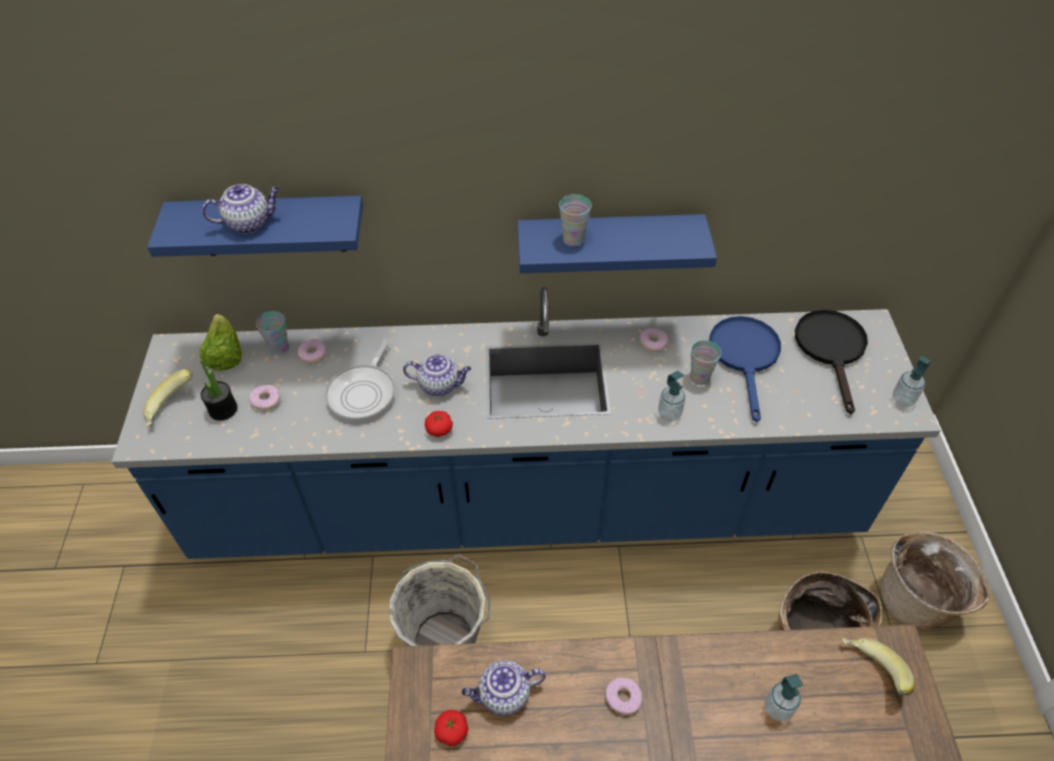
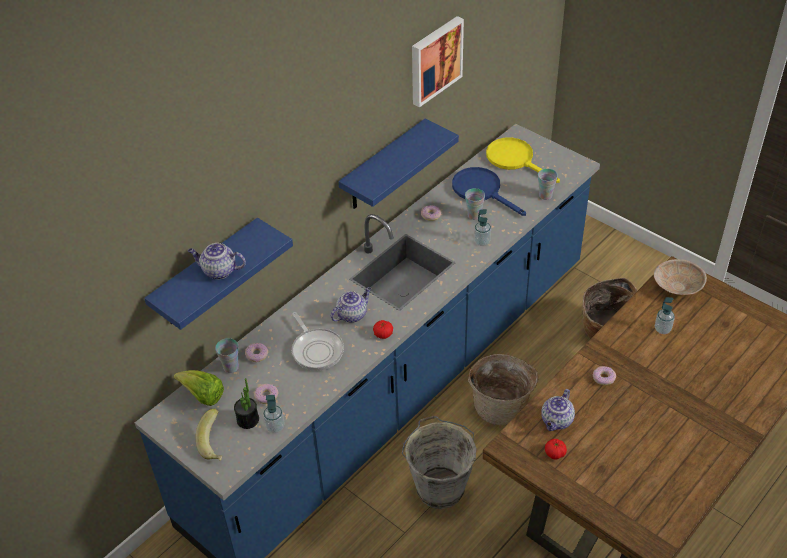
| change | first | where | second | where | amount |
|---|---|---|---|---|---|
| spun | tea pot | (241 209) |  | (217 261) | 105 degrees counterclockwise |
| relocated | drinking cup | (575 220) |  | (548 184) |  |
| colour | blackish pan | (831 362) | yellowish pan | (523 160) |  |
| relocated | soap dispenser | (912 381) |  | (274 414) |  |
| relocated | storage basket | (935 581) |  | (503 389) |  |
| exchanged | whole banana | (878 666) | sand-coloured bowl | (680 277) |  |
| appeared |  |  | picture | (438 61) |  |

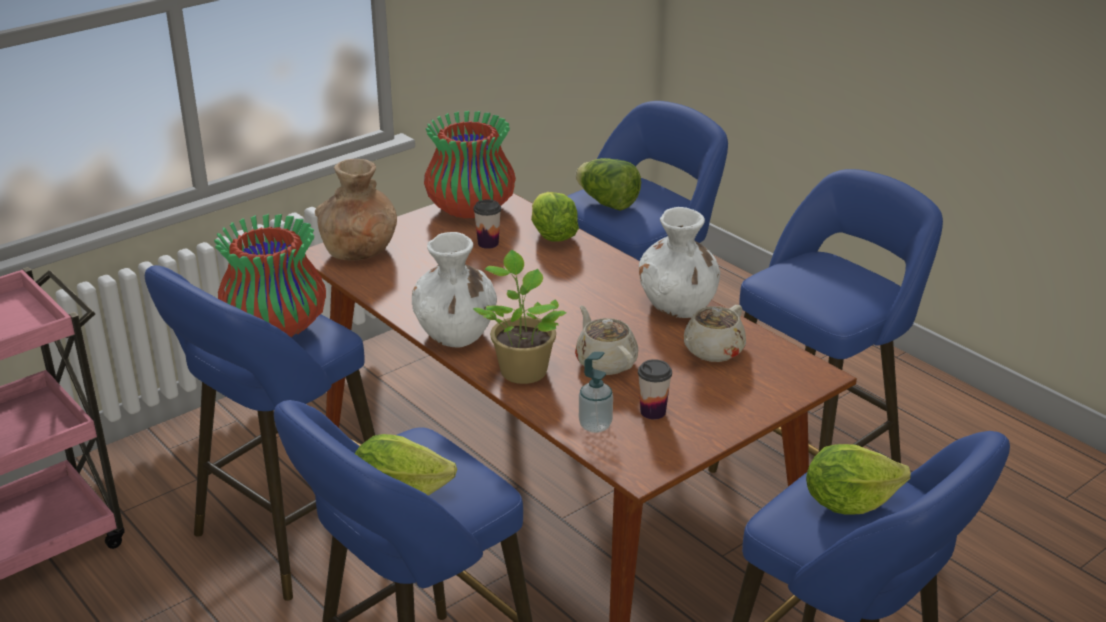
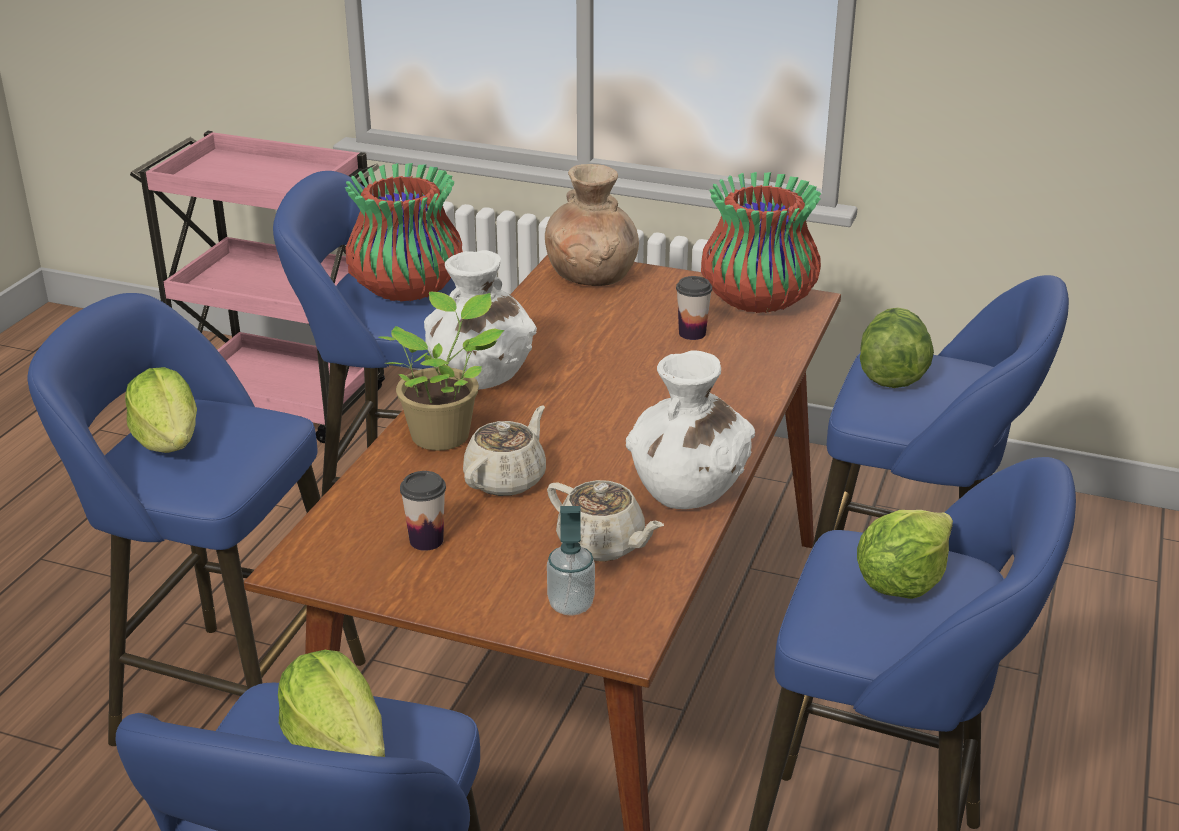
| change | first | where | second | where | amount |
|---|---|---|---|---|---|
| relocated | lettuce head | (555 217) |  | (905 554) |  |
| spun | sand-coloured tea pot | (715 333) |  | (605 521) | 150 degrees counterclockwise |
| relocated | soap dispenser | (596 392) |  | (571 561) |  |

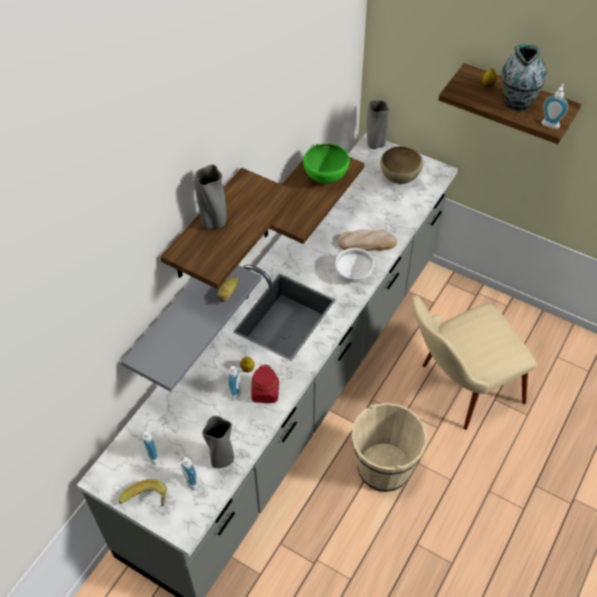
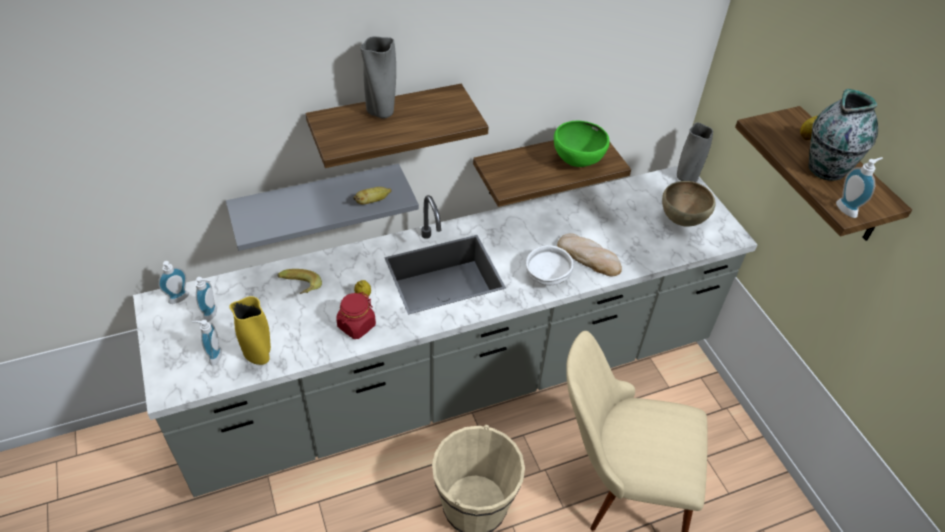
| change | first | where | second | where | amount |
|---|---|---|---|---|---|
| relocated | soap dispenser | (235 383) |  | (173 282) |  |
| colour | grey flower vase | (218 442) | yellowish flower vase | (250 330) |  |
| relocated | whole banana | (142 493) |  | (300 281) |  |

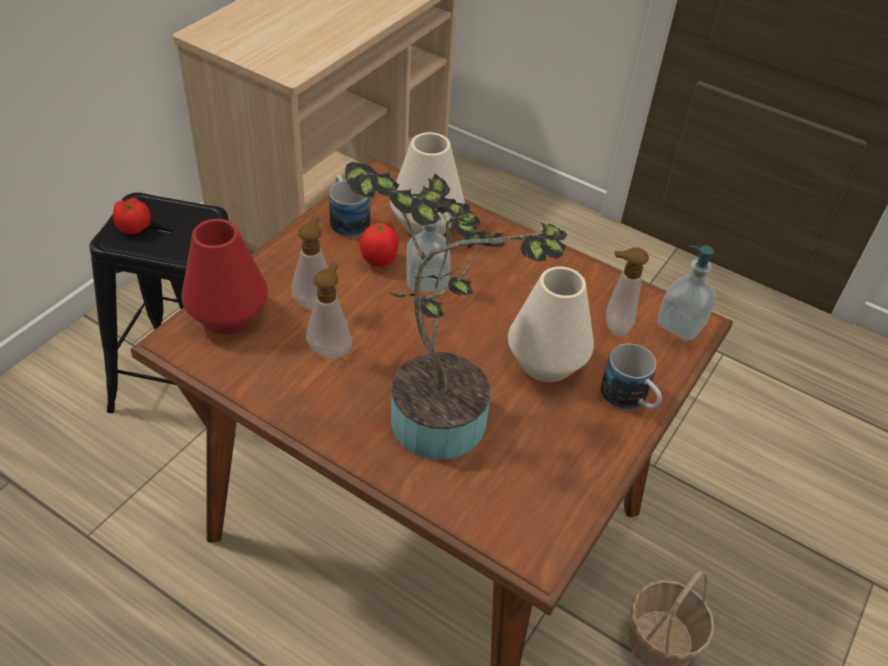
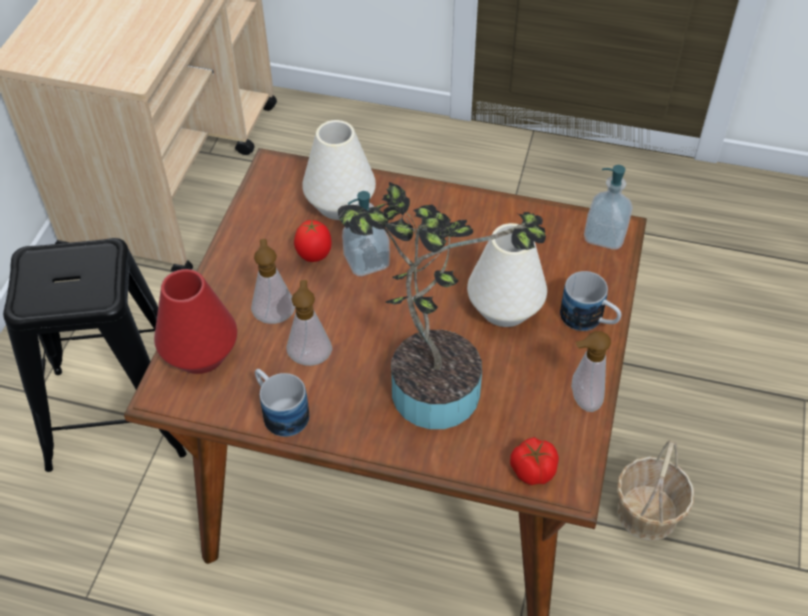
| change | first | where | second | where | amount |
|---|---|---|---|---|---|
| relocated | mug | (349 206) |  | (282 403) |  |
| relocated | tomato | (132 216) |  | (534 461) |  |
| relocated | soap dispenser | (627 291) |  | (591 371) |  |

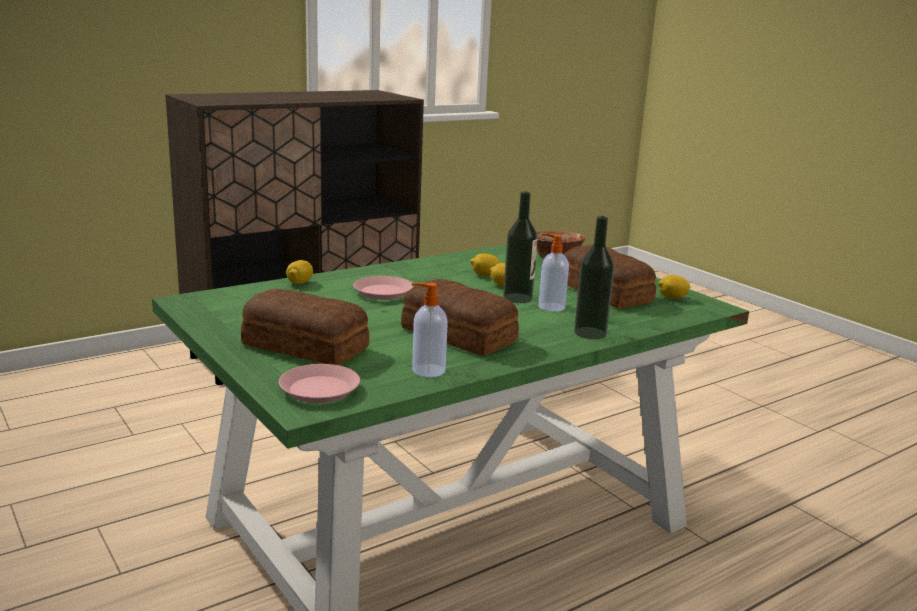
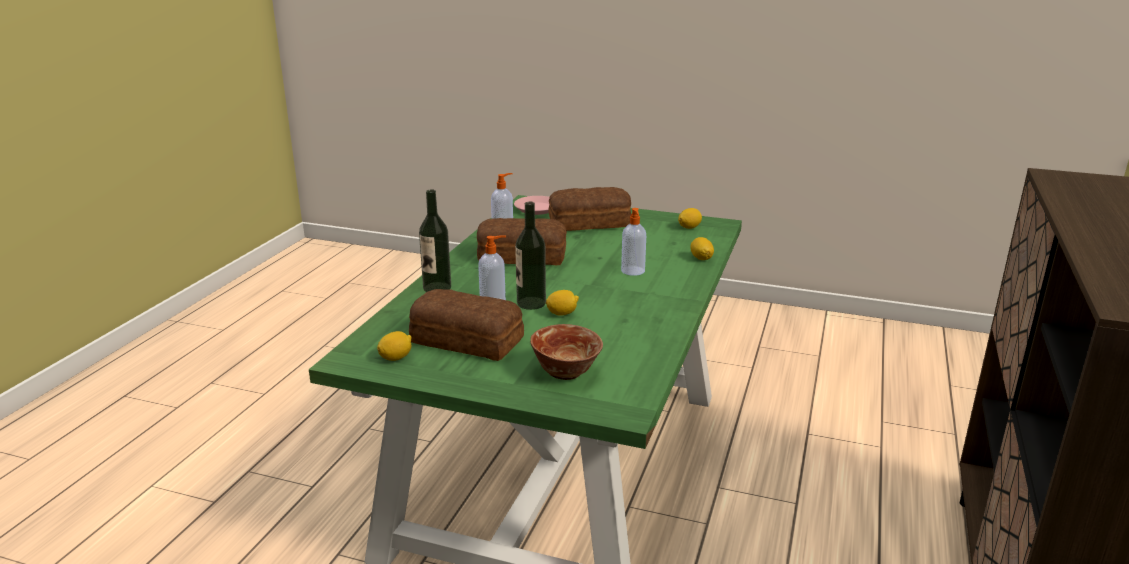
| change | first | where | second | where | amount |
|---|---|---|---|---|---|
| relocated | citrus fruit | (485 264) |  | (690 218) |  |
| exchanged | pink plate | (383 288) | soap dispenser | (633 242) |  |

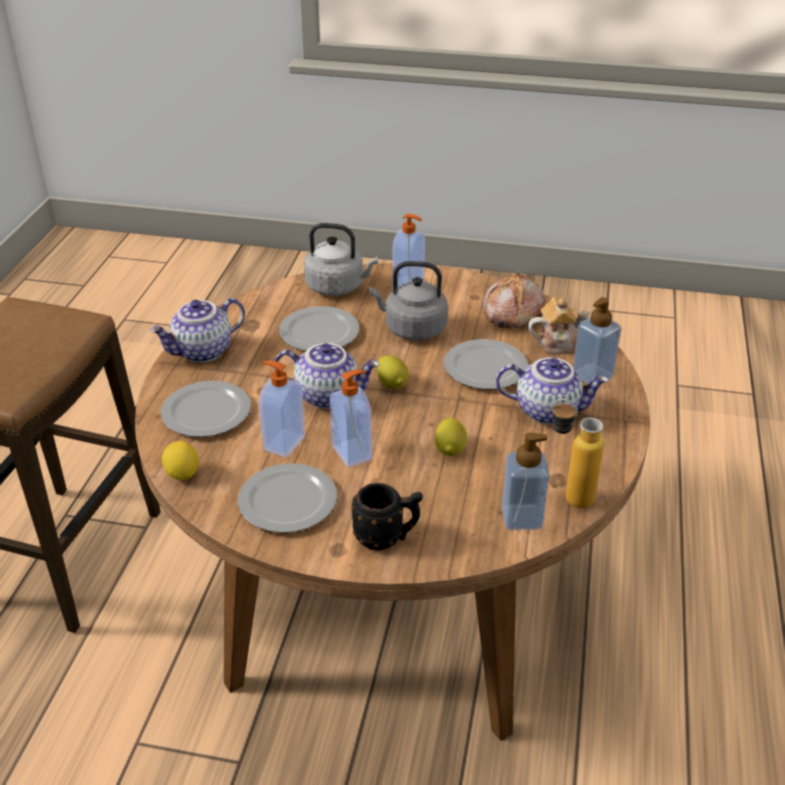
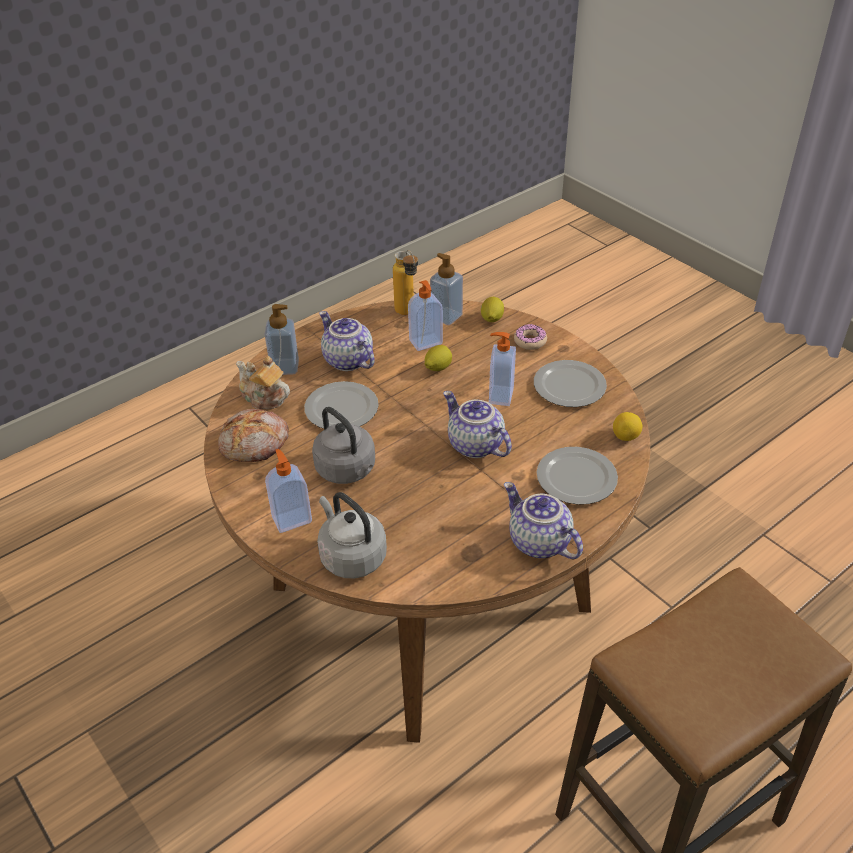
| change | first | where | second | where | amount |
|---|---|---|---|---|---|
| spun | tea pot | (197 330) |  | (543 520) | 135 degrees counterclockwise |
| missing | plate | (319 328) |  |  |  |
| relocated | citrus fruit | (393 372) |  | (492 309) |  |
| relocated | soap dispenser | (282 409) |  | (425 315) |  |
| exchanged | blackish mug | (387 516) | ring doughnut | (530 337) |  |

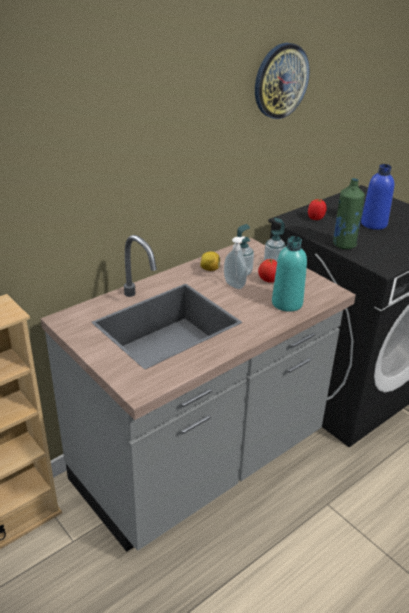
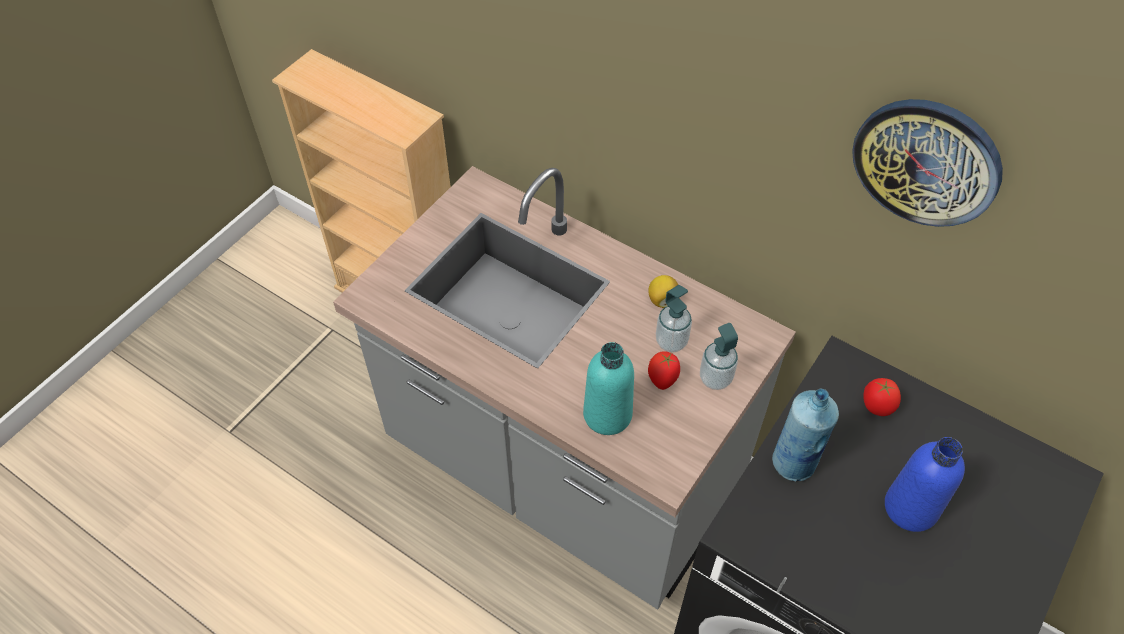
| change | first | where | second | where | amount |
|---|---|---|---|---|---|
| colour | greenish beverage bottle | (349 213) | bluish beverage bottle | (805 435) |  |
| missing | soap dispenser | (235 262) |  |  |  |

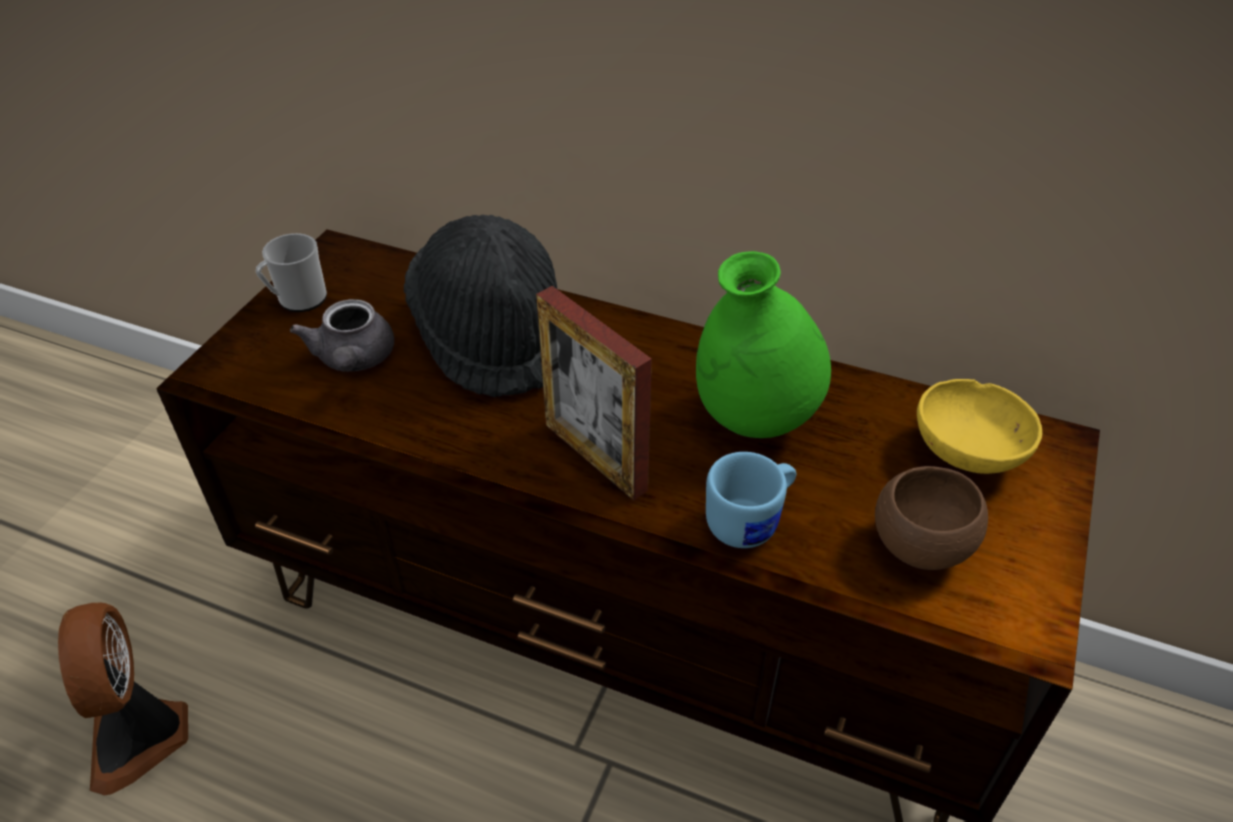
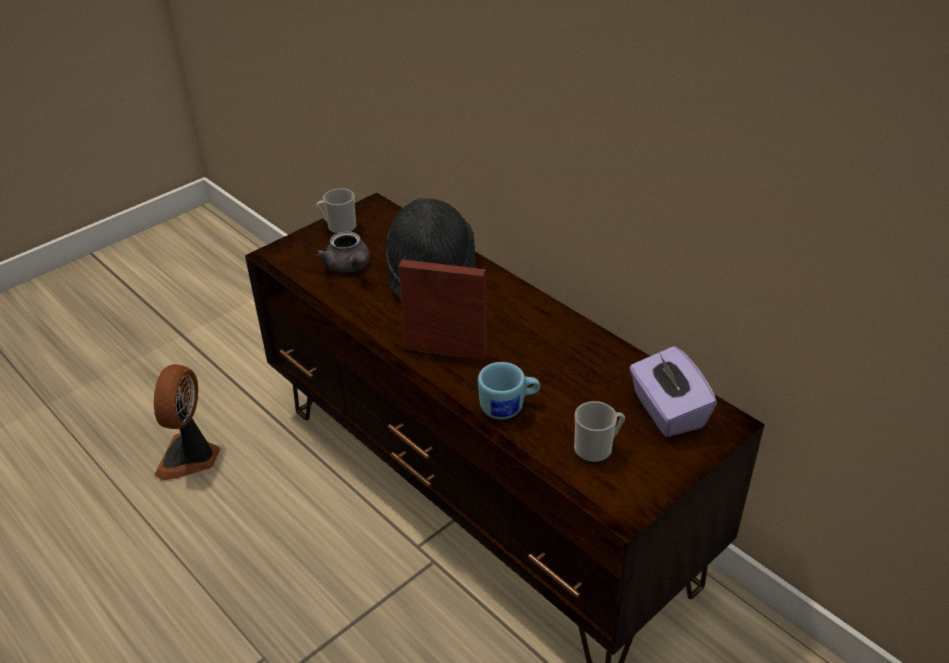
| change | first | where | second | where | amount |
|---|---|---|---|---|---|
| missing | greenish flower vase | (763 344) |  |  |  |
| spun | photo frame | (594 393) |  | (442 309) | 120 degrees clockwise |
| spun | grey tea pot | (342 335) |  | (343 252) | 45 degrees counterclockwise |
| exchanged | yellowish bowl | (979 426) | purplish tissue box | (673 391) |  |
| exchanged | brownish bowl | (931 518) | mug | (599 432) |  |

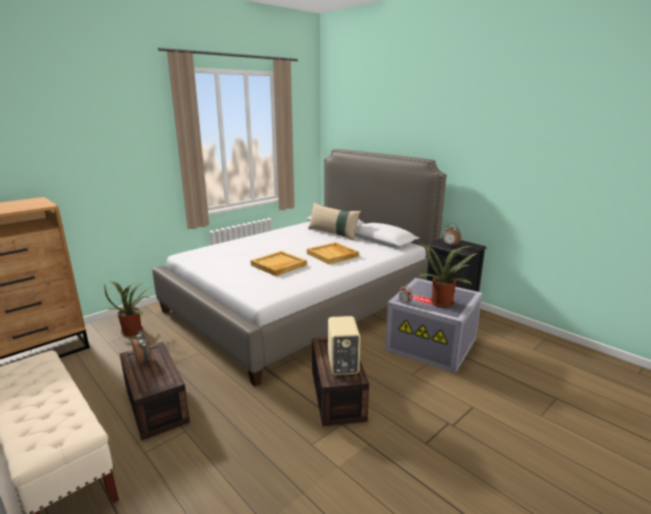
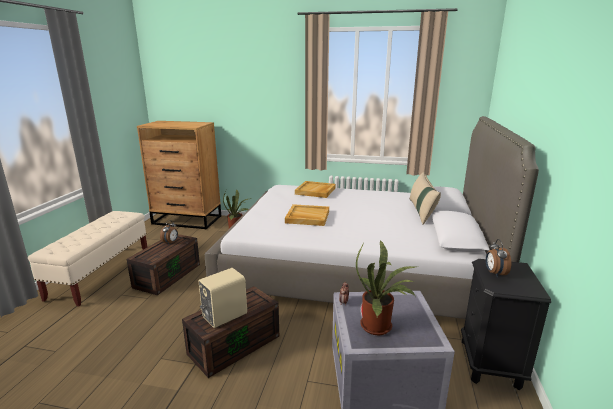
| change | first | where | second | where | amount |
|---|---|---|---|---|---|
| relocated | sand-coloured serving tray | (333 253) |  | (315 189) |  |

